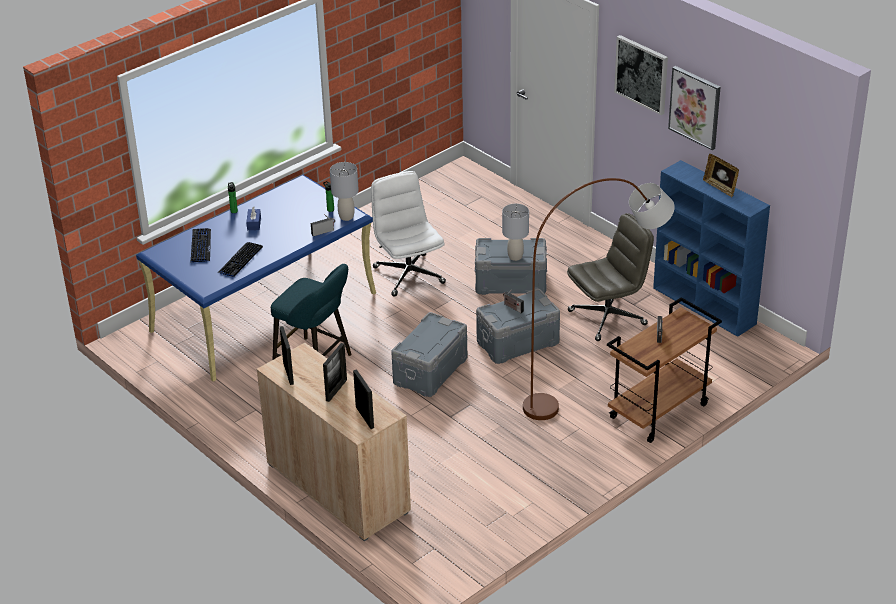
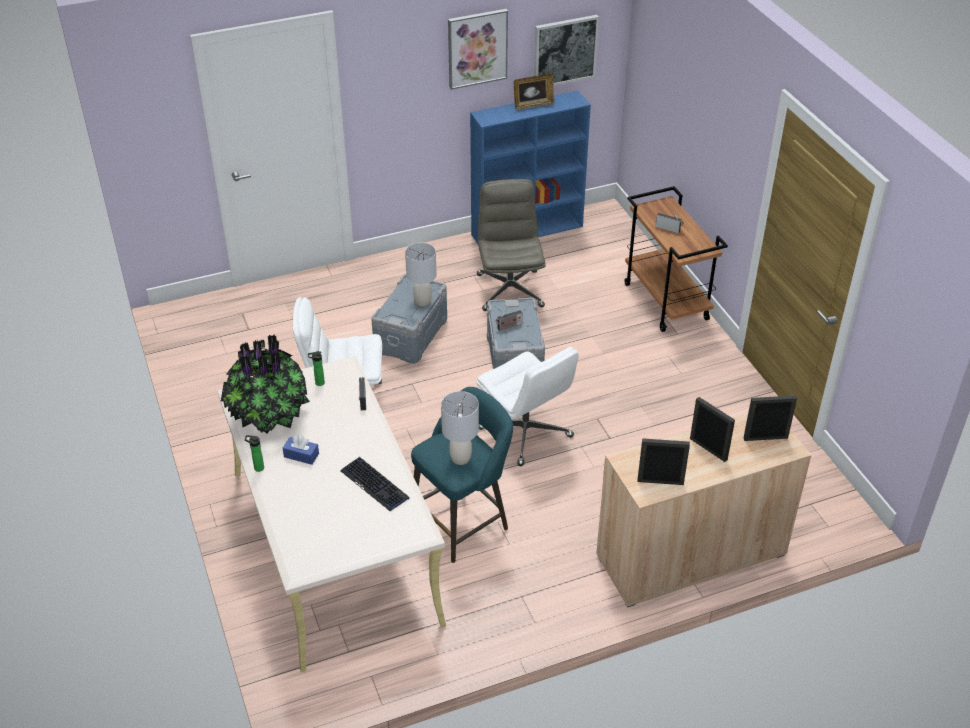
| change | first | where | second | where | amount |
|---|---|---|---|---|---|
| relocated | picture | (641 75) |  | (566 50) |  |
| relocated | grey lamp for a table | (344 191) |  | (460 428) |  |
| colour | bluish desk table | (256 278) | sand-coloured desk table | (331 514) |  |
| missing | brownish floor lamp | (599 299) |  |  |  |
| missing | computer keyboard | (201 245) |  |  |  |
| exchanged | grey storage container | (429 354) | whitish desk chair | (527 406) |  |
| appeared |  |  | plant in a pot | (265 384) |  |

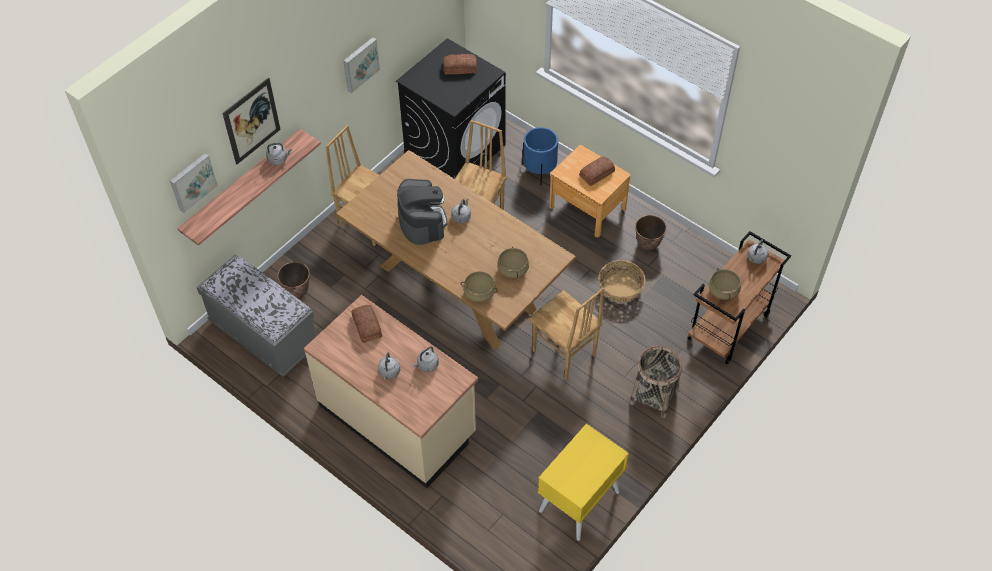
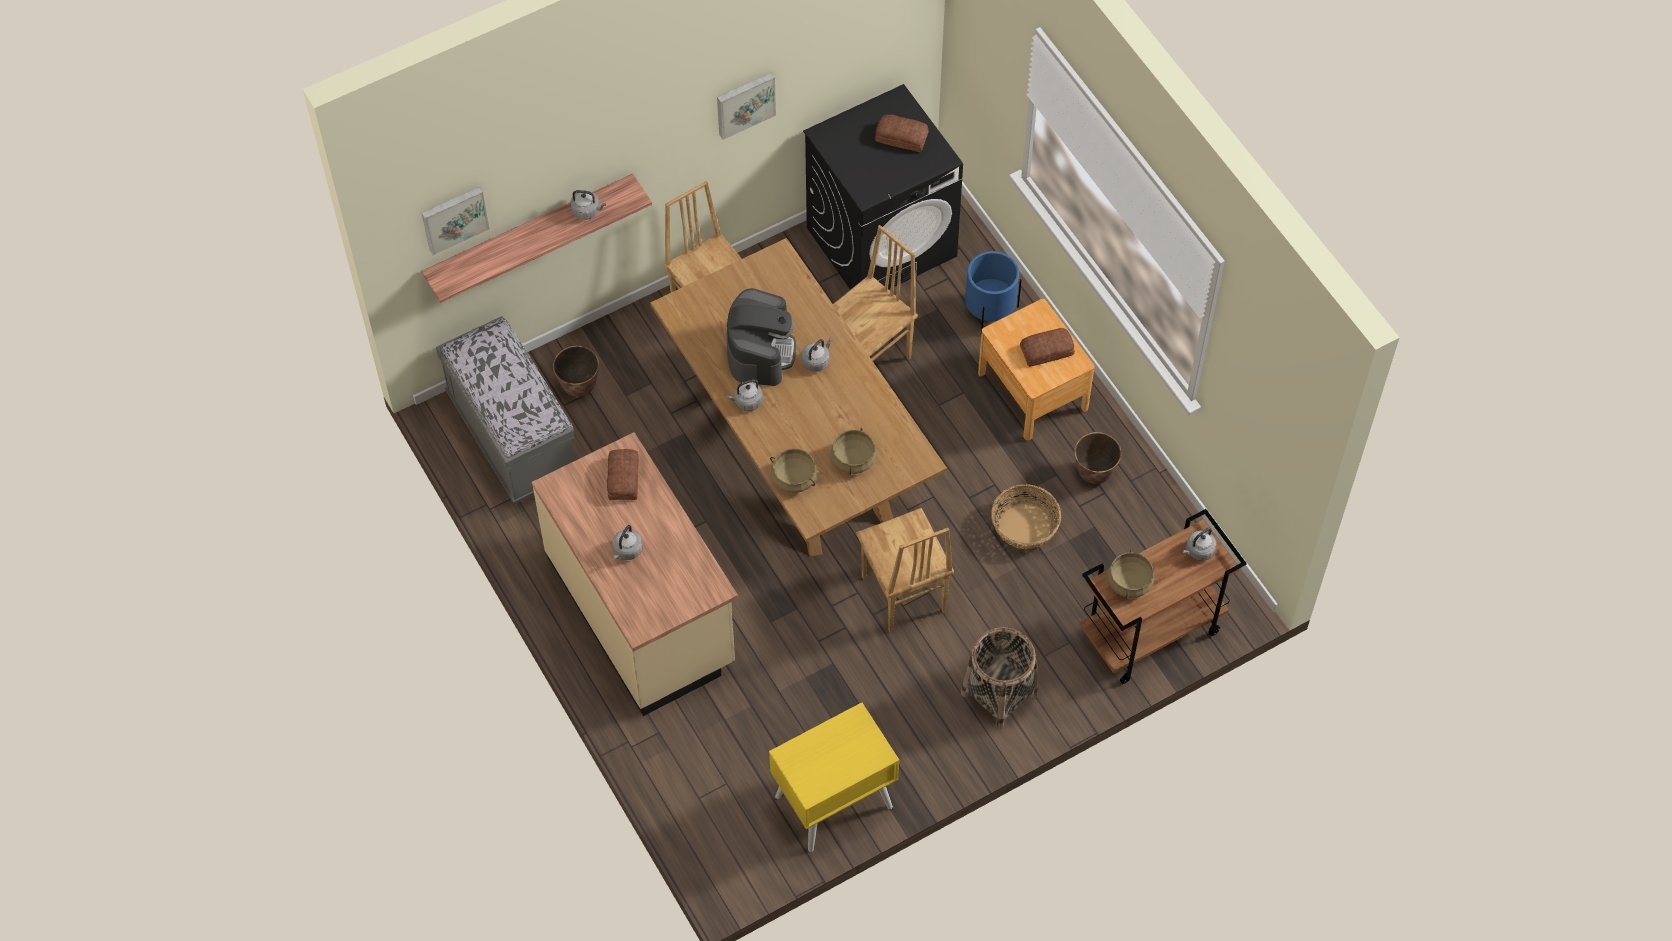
| change | first | where | second | where | amount |
|---|---|---|---|---|---|
| missing | picture | (251 121) |  |  |  |
| relocated | grey kettle | (426 359) |  | (744 395) |  |

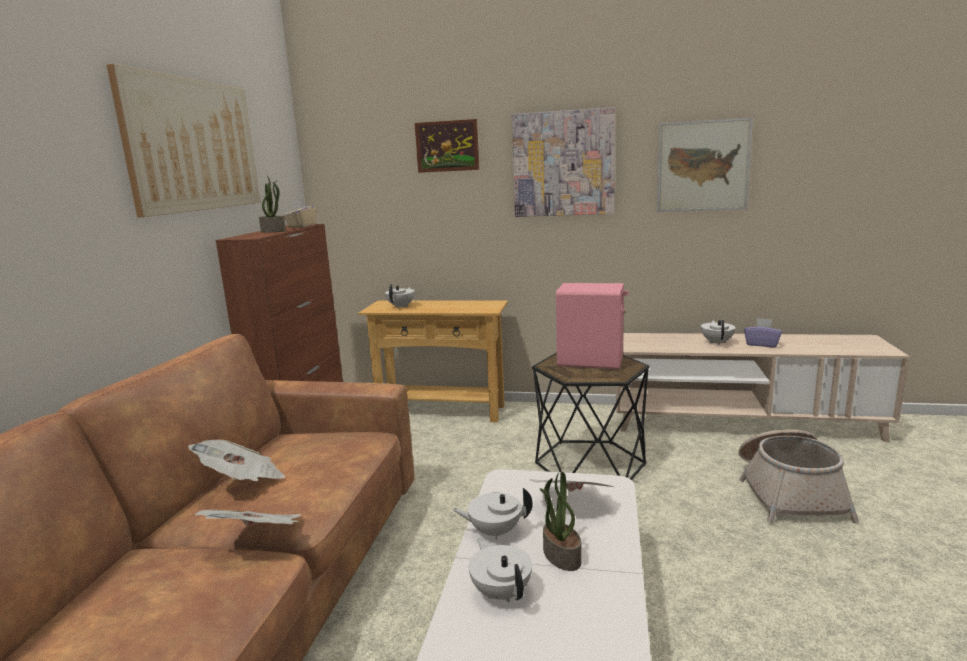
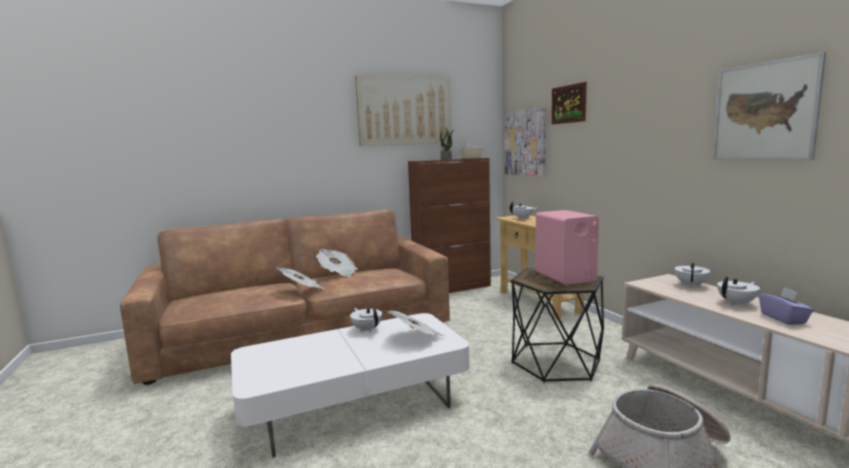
| change | first | where | second | where | amount |
|---|---|---|---|---|---|
| relocated | picture | (563 162) |  | (525 142) |  |
| missing | plant in a pot | (560 521) |  |  |  |
| relocated | whitish tea pot | (500 570) |  | (692 275) |  |

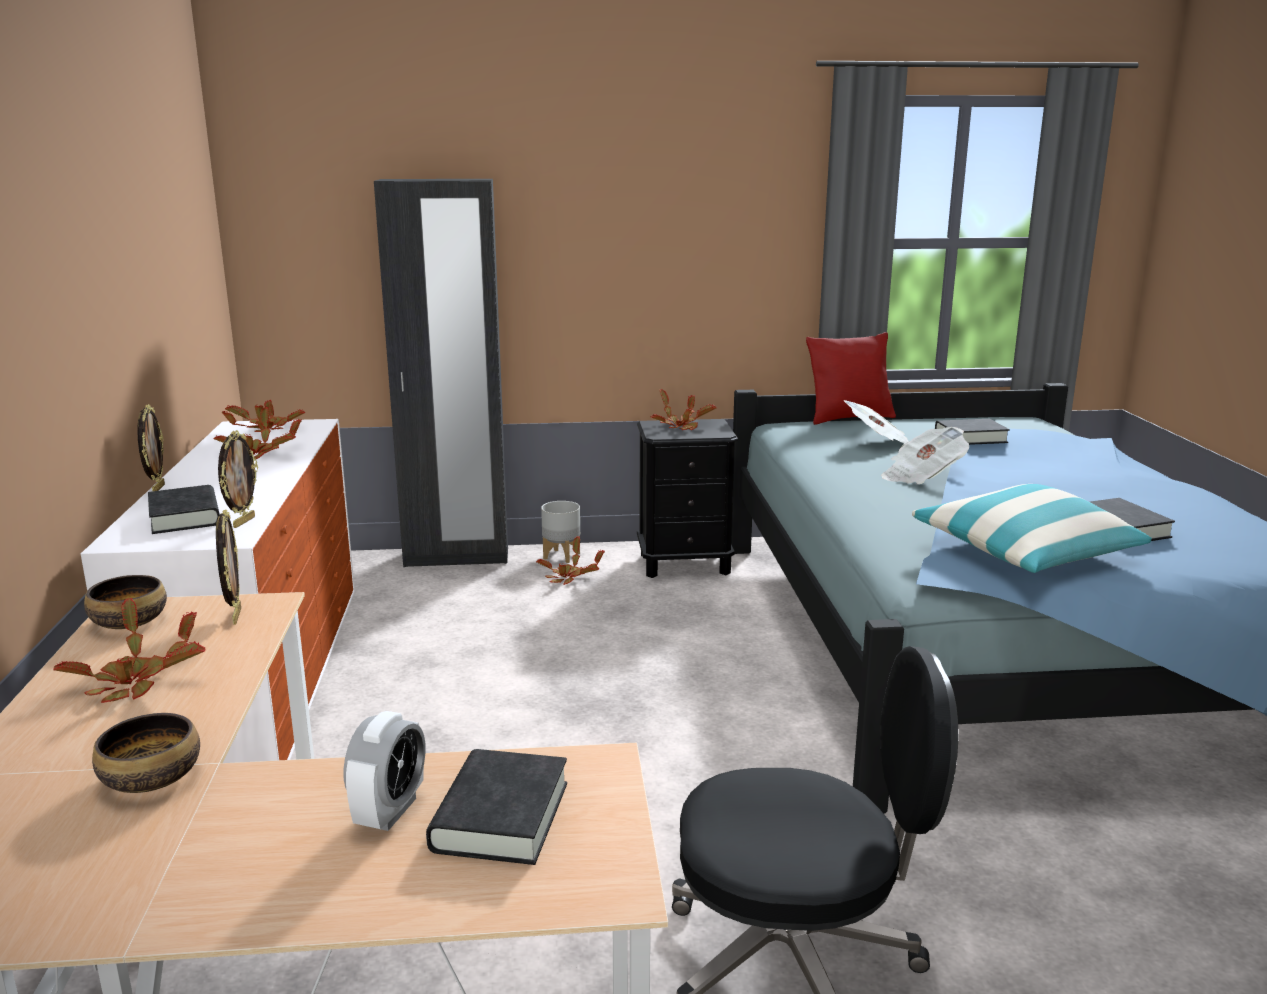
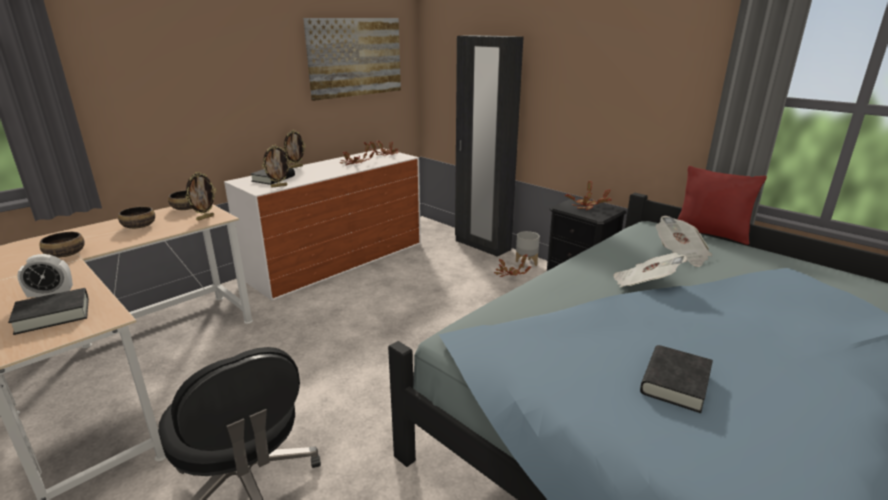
| change | first | where | second | where | amount |
|---|---|---|---|---|---|
| missing | blackish book | (972 432) |  |  |  |
| missing | cushion | (1032 528) |  |  |  |
| exchanged | plant in a pot | (129 650) | bowl | (136 218) |  |
| appeared |  |  | picture | (352 59) |  |

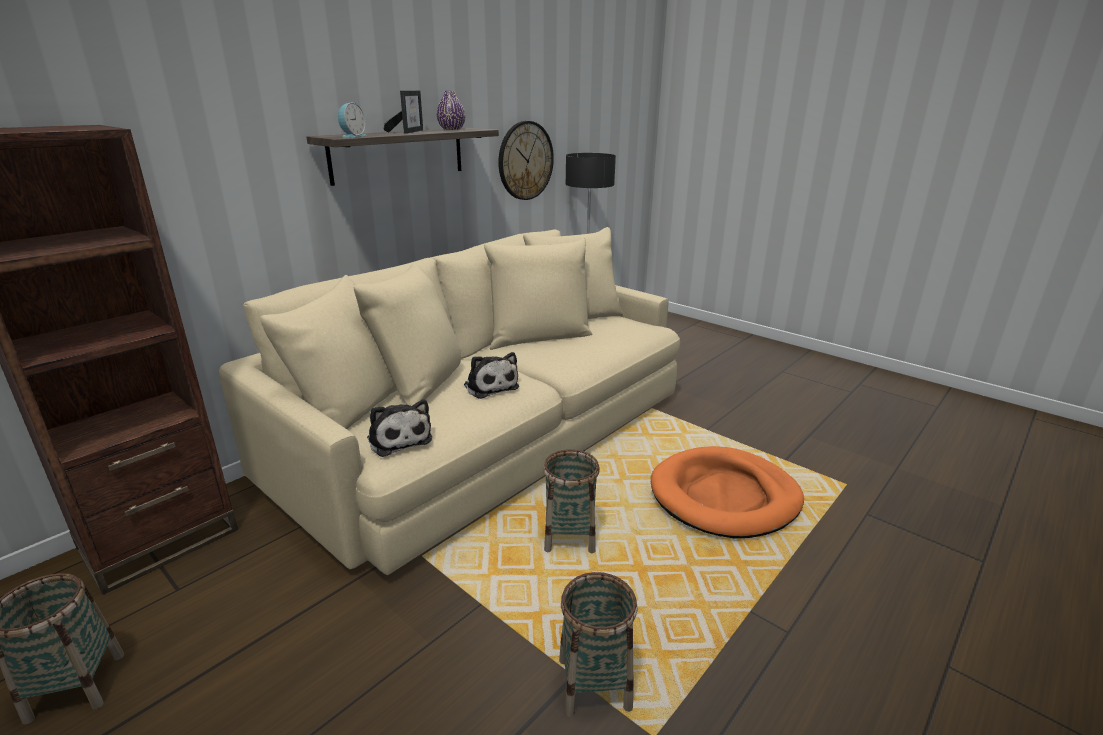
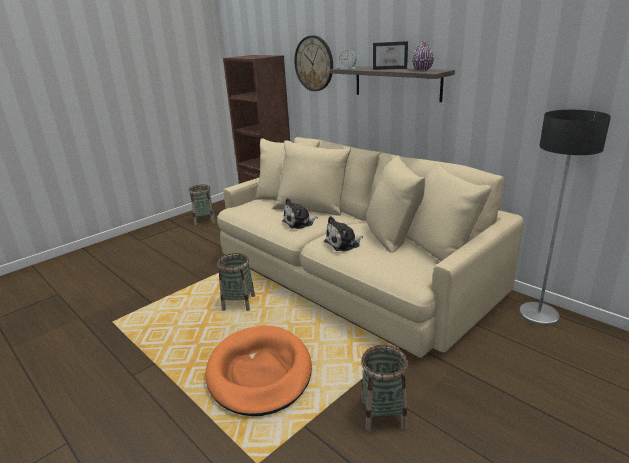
| change | first | where | second | where | amount |
|---|---|---|---|---|---|
| relocated | wall clock | (526 160) |  | (313 63) |  |
| relocated | soft toy | (399 428) |  | (343 234) |  |
| relocated | storage basket | (598 644) |  | (384 388) |  |

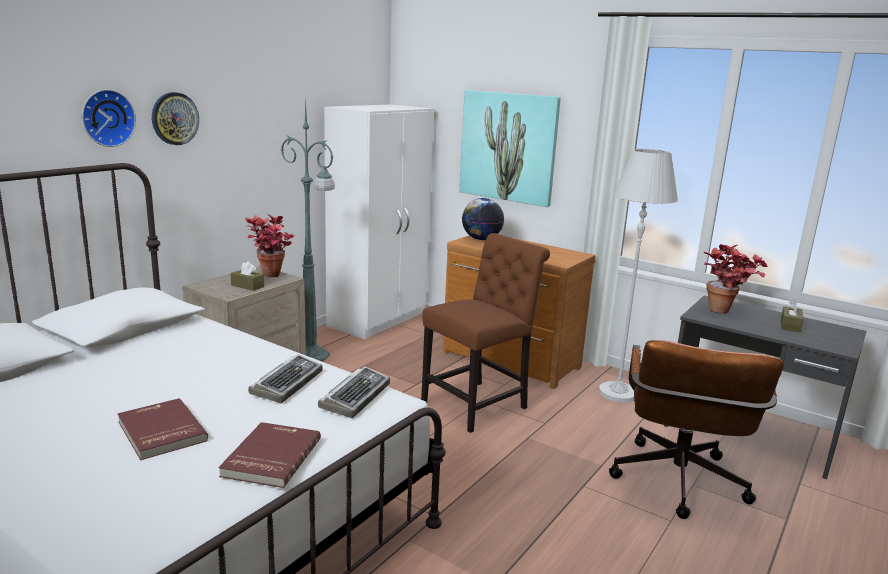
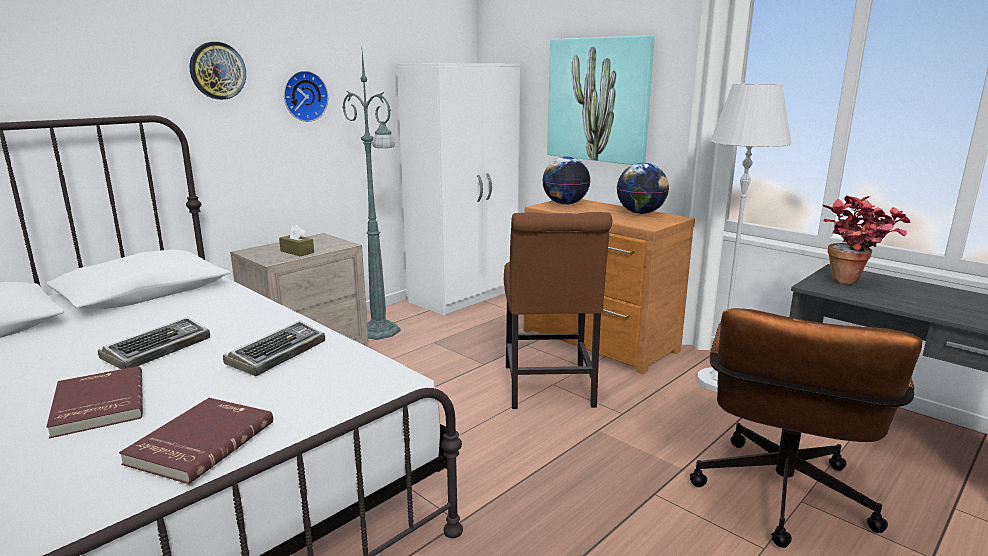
| change | first | where | second | where | amount |
|---|---|---|---|---|---|
| relocated | wall clock | (109 118) |  | (306 96) |  |
| missing | plant in a pot | (269 245) |  |  |  |
| spun | brownish chair | (485 333) |  | (558 310) | 120 degrees clockwise |
| missing | brownish tissue box | (792 315) |  |  |  |
| relocated | computer keyboard | (354 392) |  | (154 343) |  |
| appeared |  |  | desk globe | (643 188) |  |

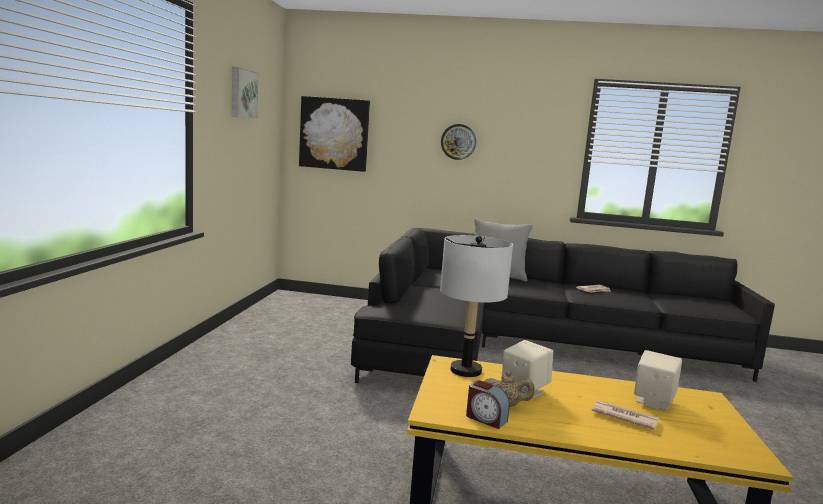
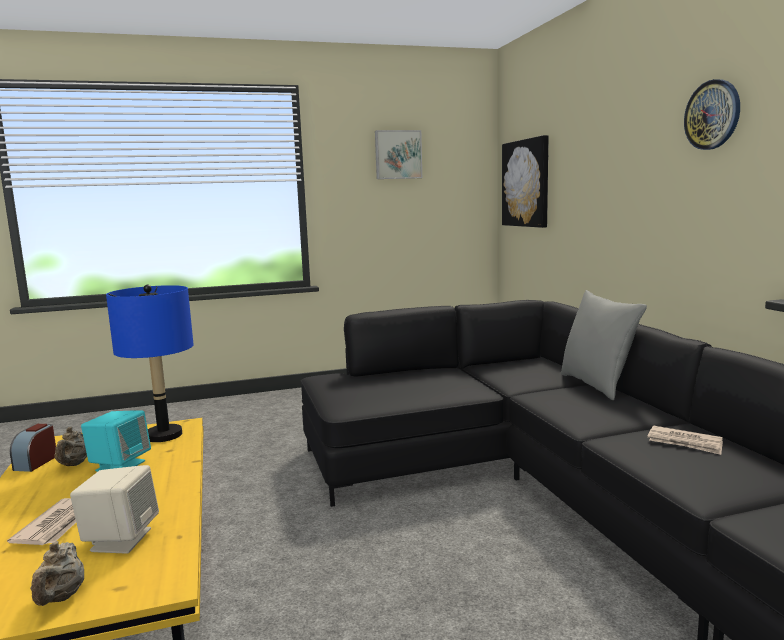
| change | first | where | second | where | amount |
|---|---|---|---|---|---|
| relocated | wall clock | (458 142) |  | (712 114) |  |
| colour | grey lamp for a table | (476 306) | bluish lamp for a table | (150 363) |  |
| colour | sand-coloured loudspeaker | (528 369) | blue-green loudspeaker | (116 441) |  |
| appeared |  |  | sand-coloured tea pot | (57 573) |  |

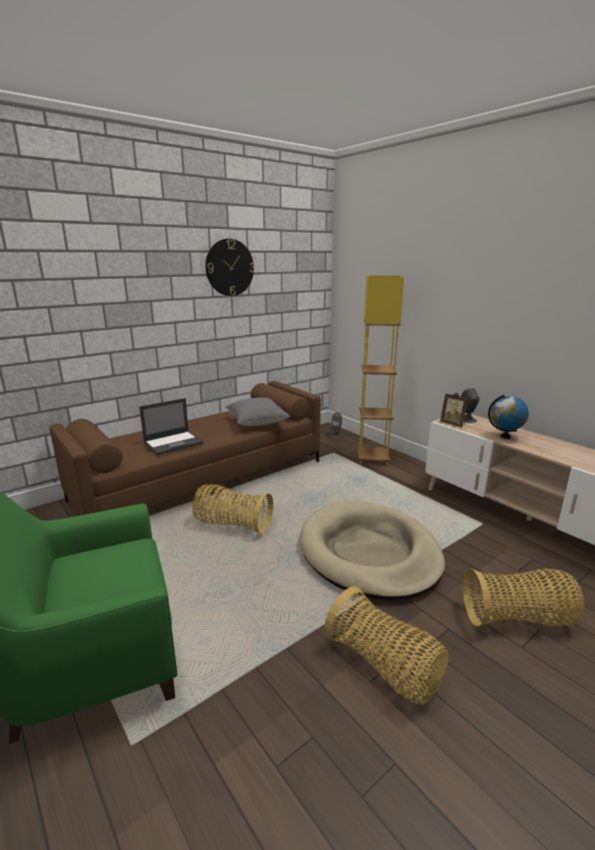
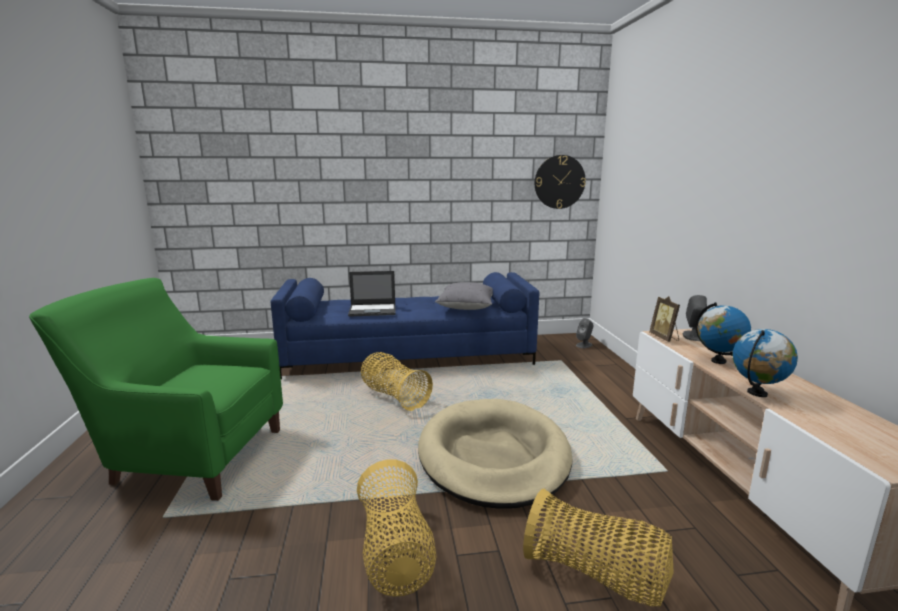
| change | first | where | second | where | amount |
|---|---|---|---|---|---|
| relocated | wall clock | (230 267) |  | (560 182) |  |
| missing | yellowish floor lamp | (380 370) |  |  |  |
| colour | brownish sofa | (185 448) | bluish sofa | (405 325) |  |
| appeared |  |  | desk globe | (765 363) |  |

